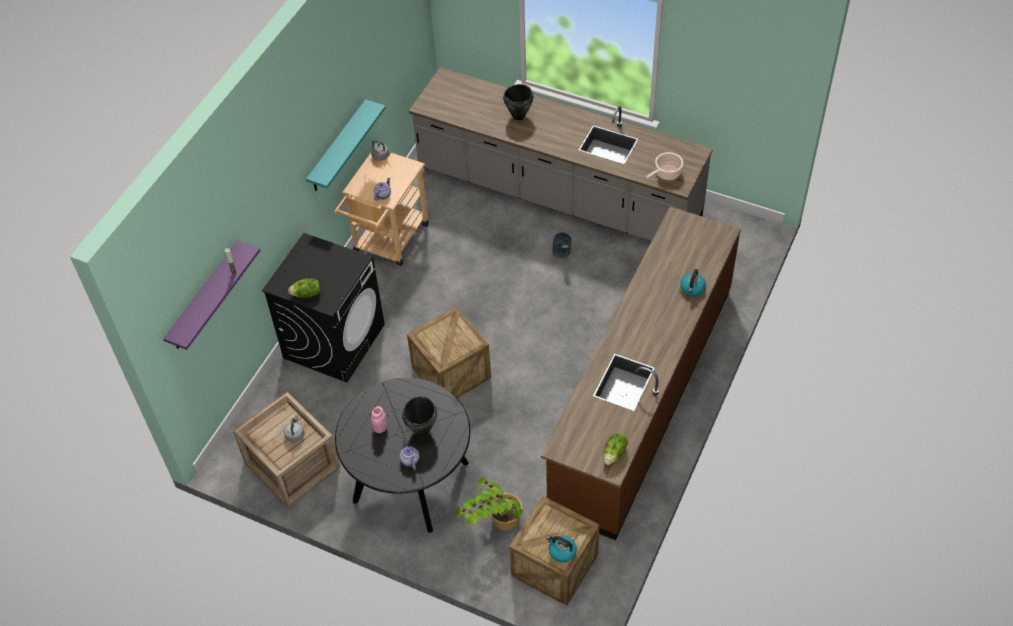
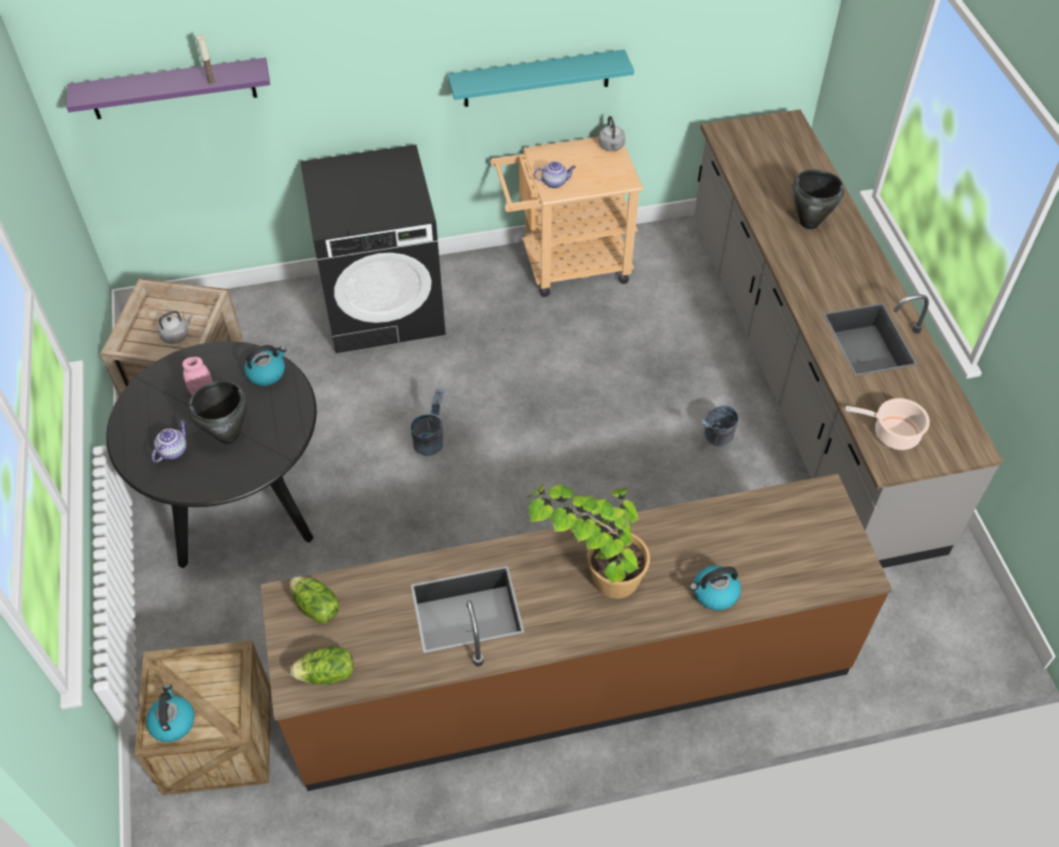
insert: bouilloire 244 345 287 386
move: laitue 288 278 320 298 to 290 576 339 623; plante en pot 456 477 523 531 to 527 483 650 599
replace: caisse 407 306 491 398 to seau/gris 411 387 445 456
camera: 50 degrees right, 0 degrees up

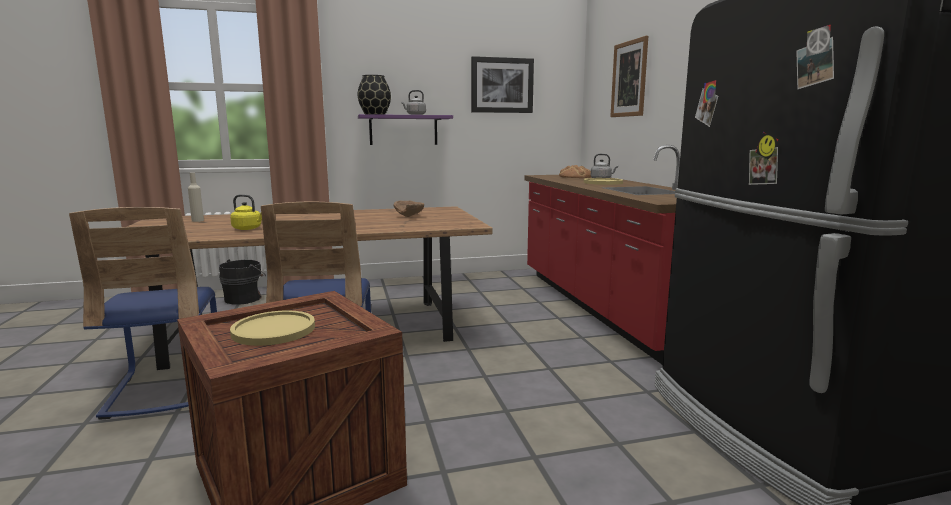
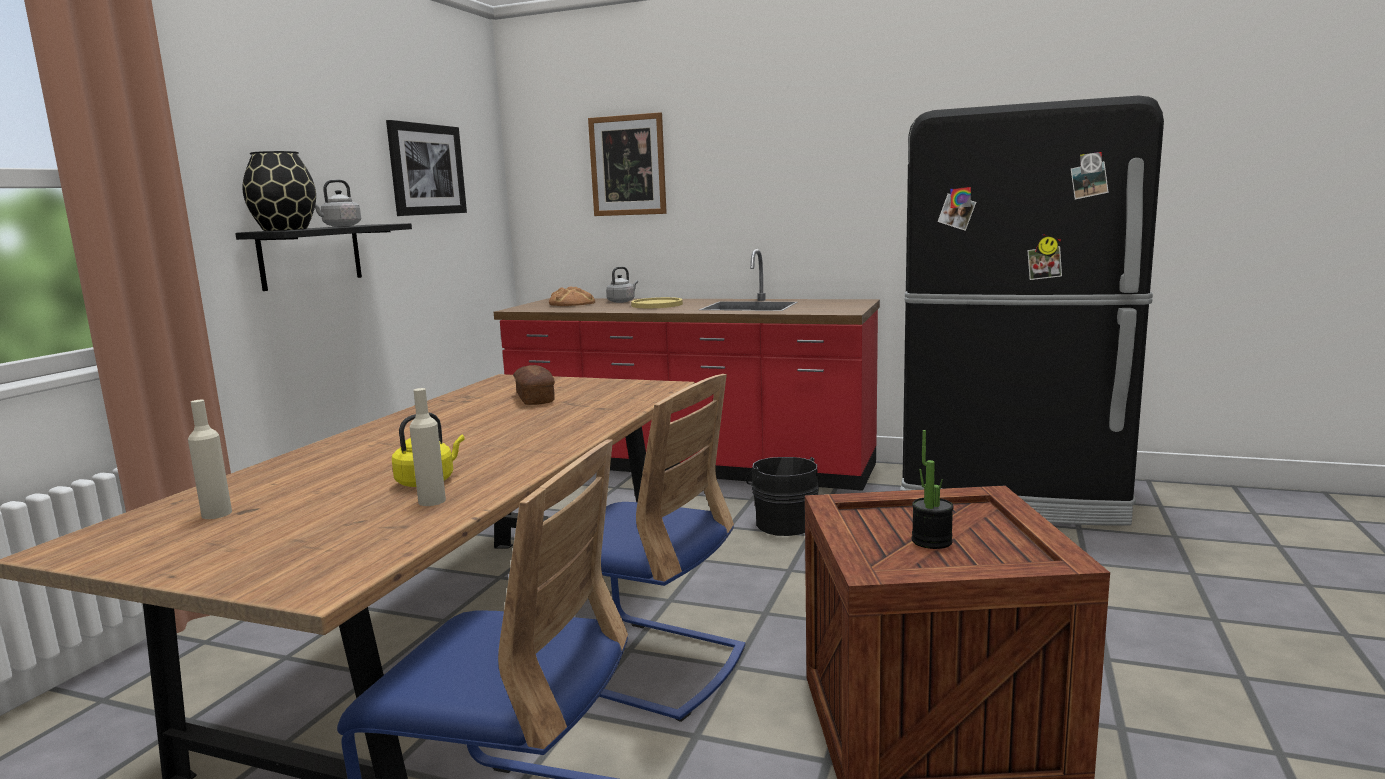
insert: bouteille/beige 410 388 446 506
move: seau/noir 219 259 266 305 to 746 457 819 536
replace: assiette/jaune 230 311 315 346 to plante en pot 912 430 954 549; bol/marron 394 201 424 217 to pain 513 365 555 405
recolor: étagère/violet 358 114 453 145 to étagère/noir 235 223 412 291
camera: 55 degrees left, 0 degrees up

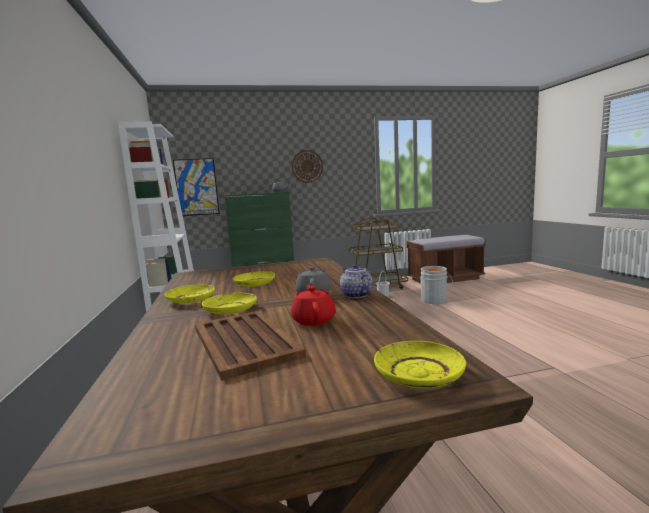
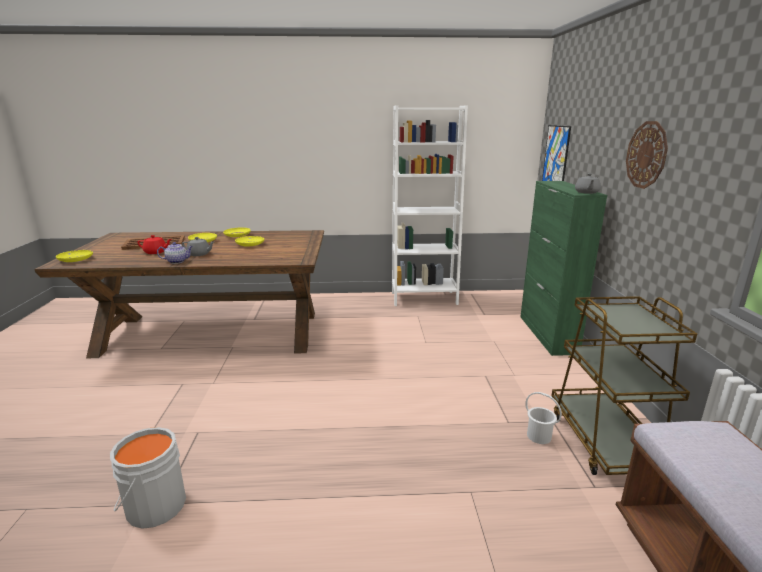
move: seau/gris 420 266 453 304 to 110 427 186 529
camera: 100 degrees right, 10 degrees up

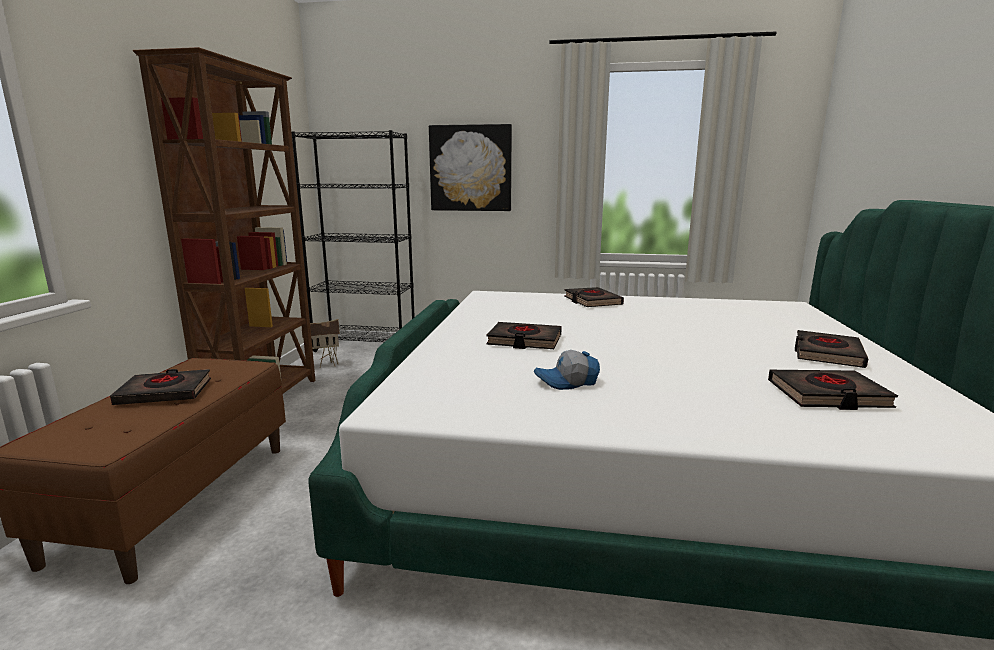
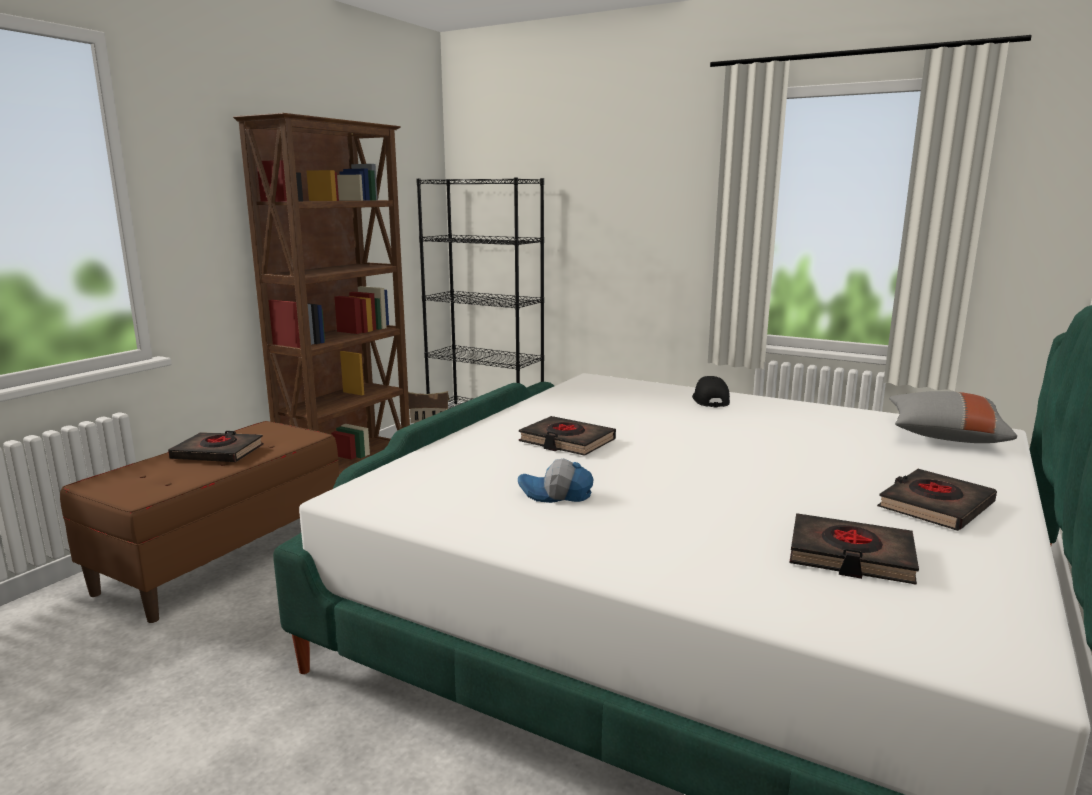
delete: tableau 429 124 512 211
insert: coussin/gris 889 391 1017 443
replace: livre/noir 564 287 624 307 to casquette/noir 692 376 730 408
camera: 20 degrees right, 0 degrees up

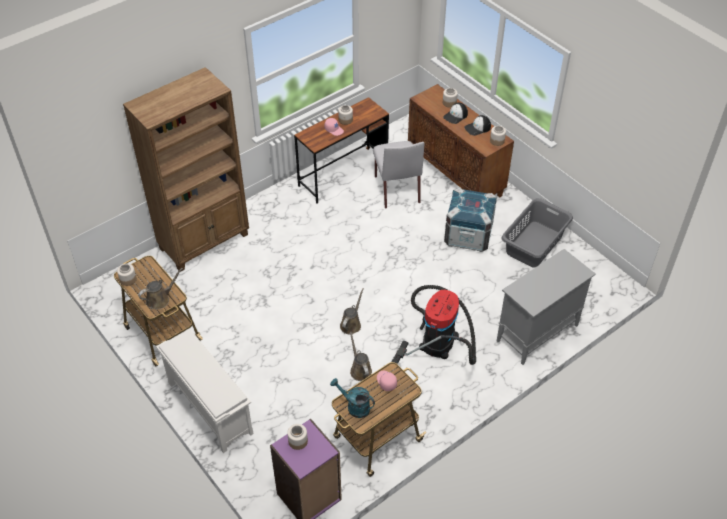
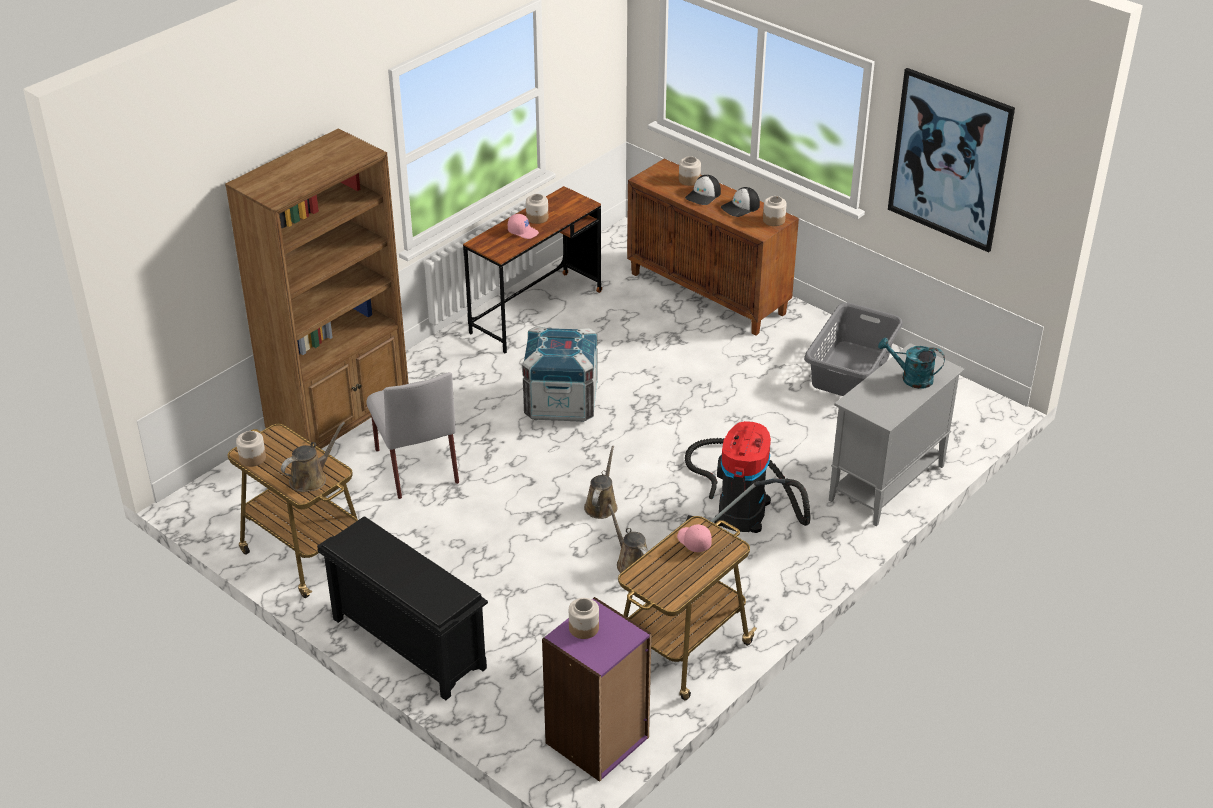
insert: tableau 888 68 1015 252
move: arrosoir/turquoise 330 378 375 418 to 878 337 945 389; chaise/gris 373 141 425 208 to 366 372 459 499; caisse 444 188 497 252 to 522 326 598 422
recolor: étagère à chaussures/blanc 156 329 254 453 to étagère à chaussures/noir 317 516 488 700
camera: 10 degrees left, 10 degrees down

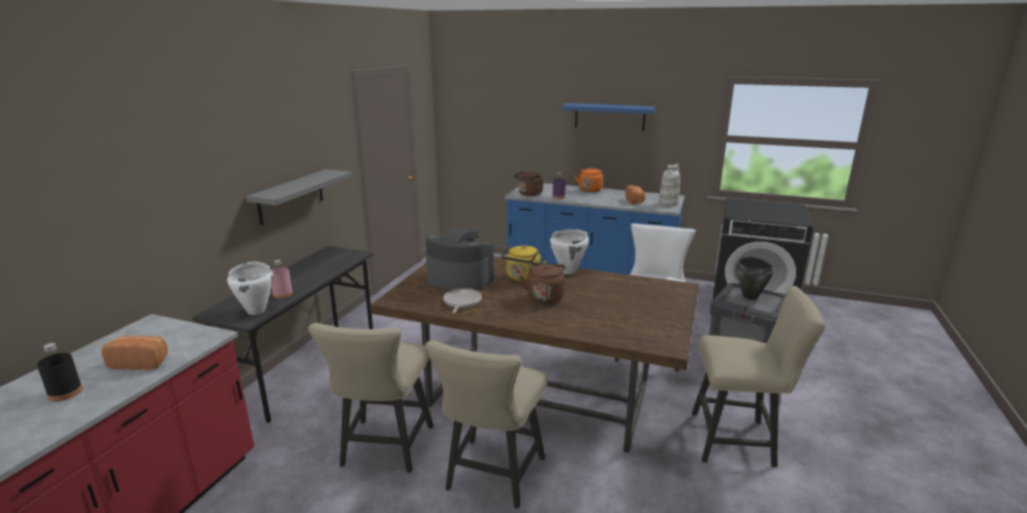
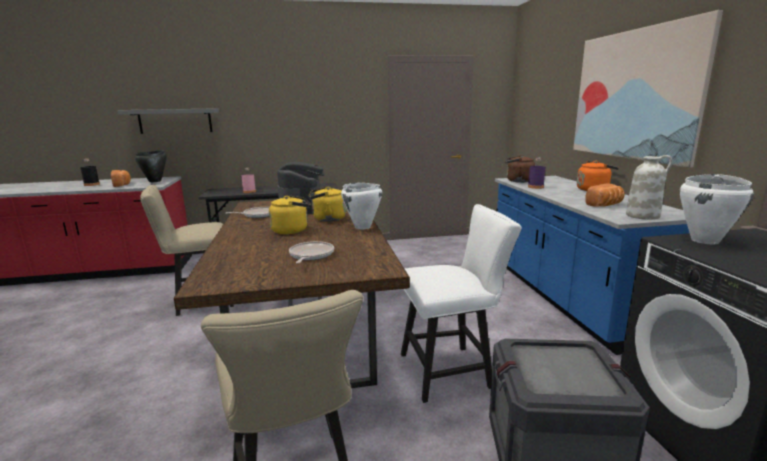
delete: chaise/beige 425 340 548 509
insert: poêle 289 241 334 264
move: marmite/blanc 227 262 273 315 to 680 174 754 244; étagère/gris 246 169 352 225 to 117 108 219 134; marmite/noir 736 257 774 300 to 135 150 167 182
replace: étagère/bleu 561 103 656 131 to tableau 573 10 723 168
recolor: bouilloire/marron 519 263 566 304 to bouilloire/jaune 269 195 311 234
camera: 60 degrees right, 5 degrees down

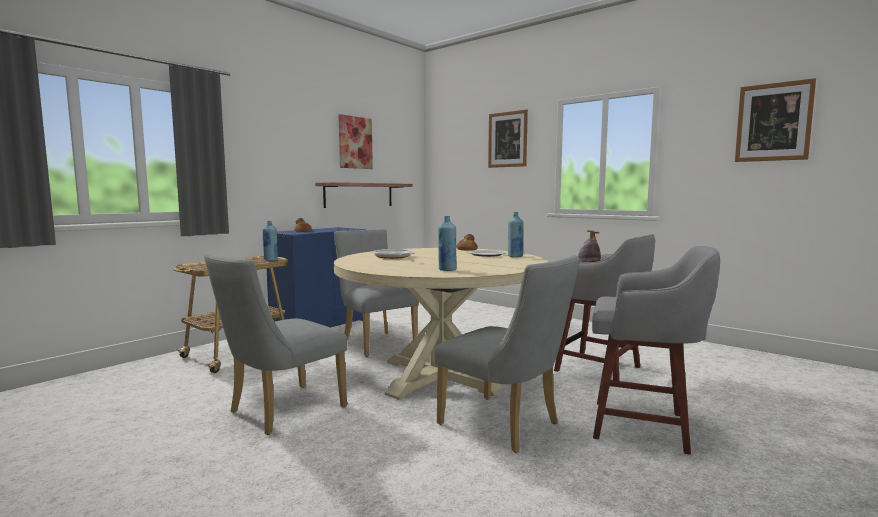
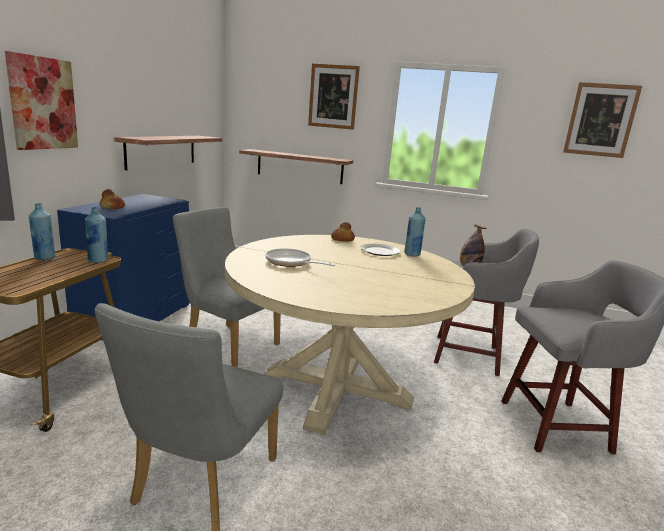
delete: chaise/gris 435 255 580 453
insert: étagère 239 149 353 184
move: tableau 339 114 373 169 to 5 51 78 150; bouteille/bleu 438 216 457 271 to 29 203 56 260
camera: 25 degrees left, 10 degrees up

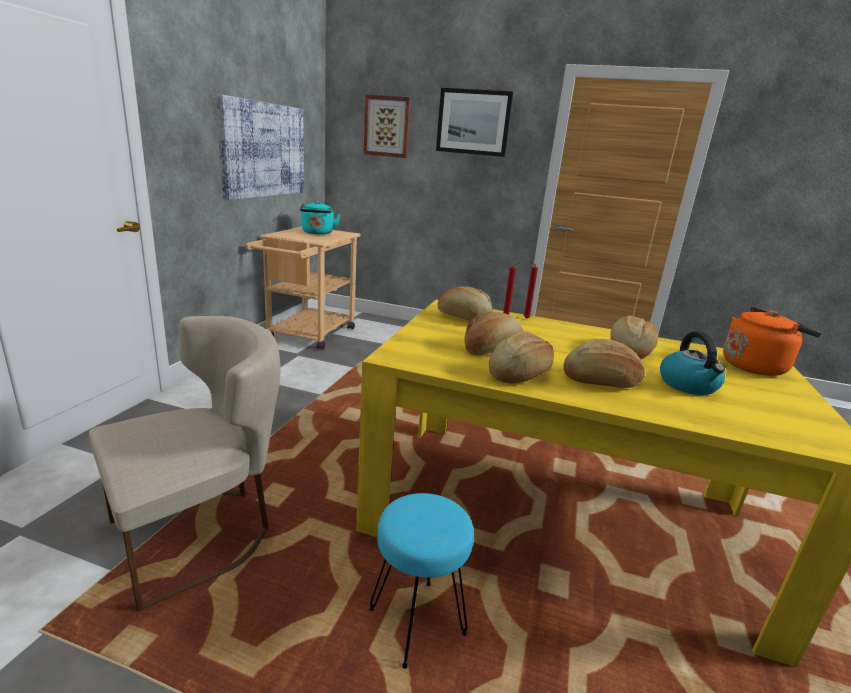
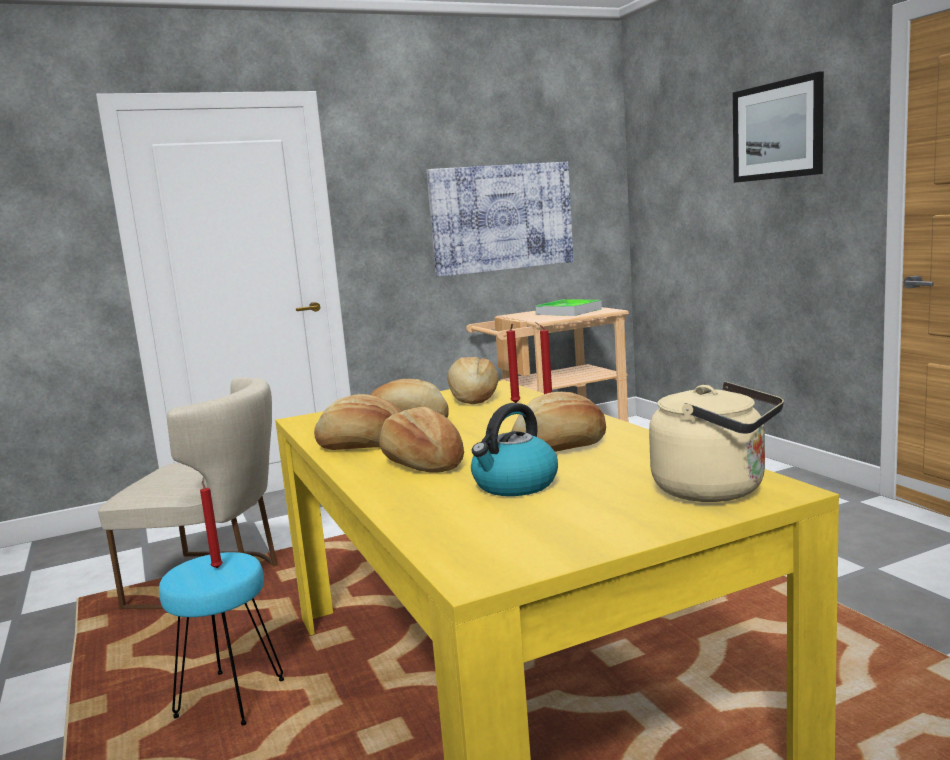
delete: tableau 364 95 411 158
insert: bougie/rouge 200 478 223 568
replace: bouilloire/turquoise 300 201 341 235 to plateau 535 299 602 316
recolor: bouilloire/orange 723 307 822 376 to bouilloire/beige 649 382 784 502
camera: 50 degrees right, 10 degrees down

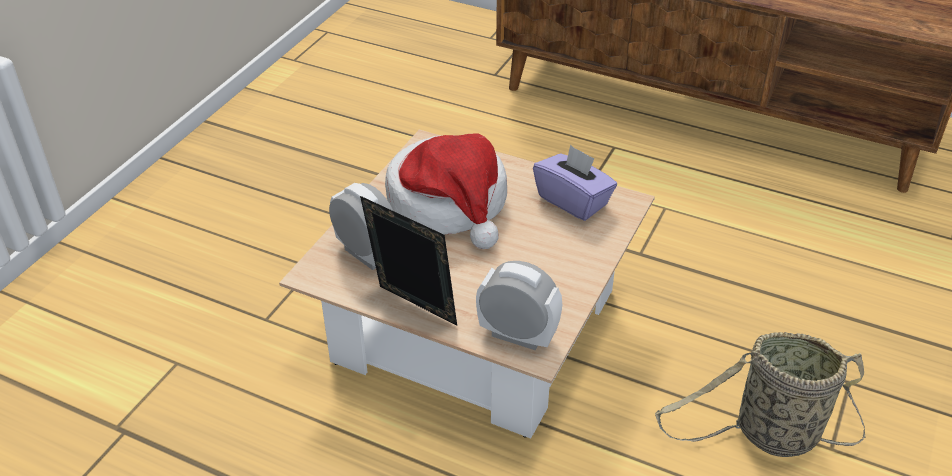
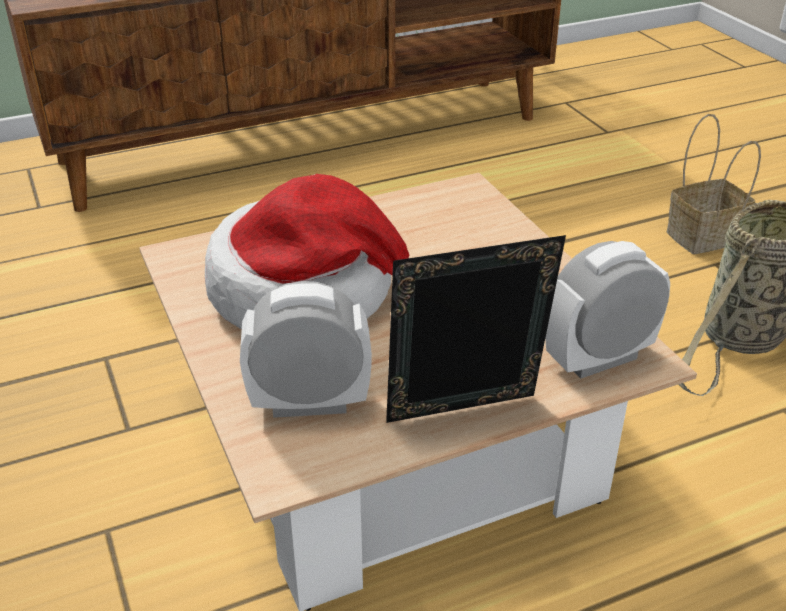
delete: boîte à mouchoirs/violet 533 144 617 221
insert: panier 667 114 761 254
camera: 50 degrees left, 5 degrees down

